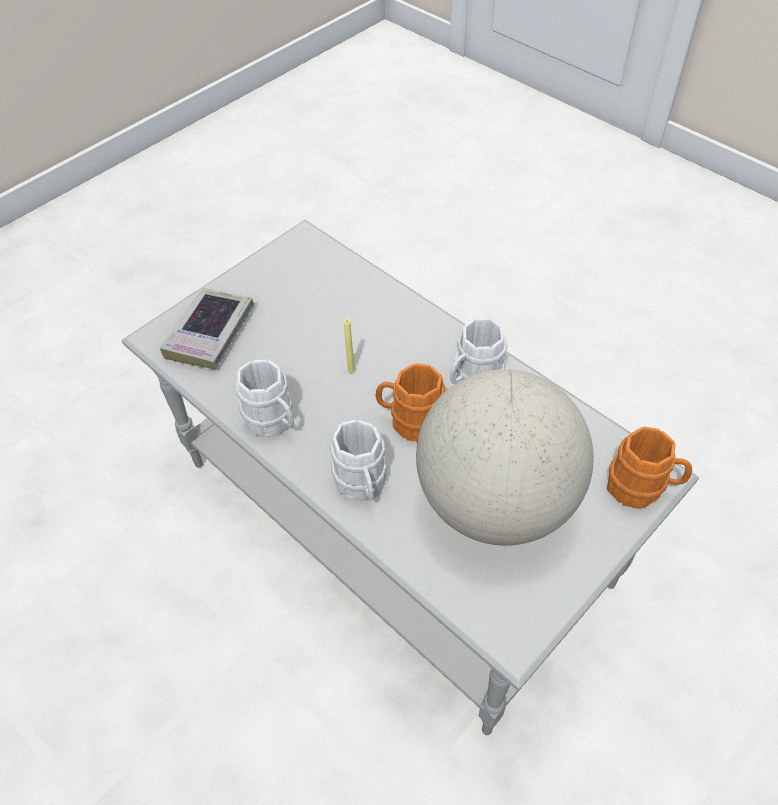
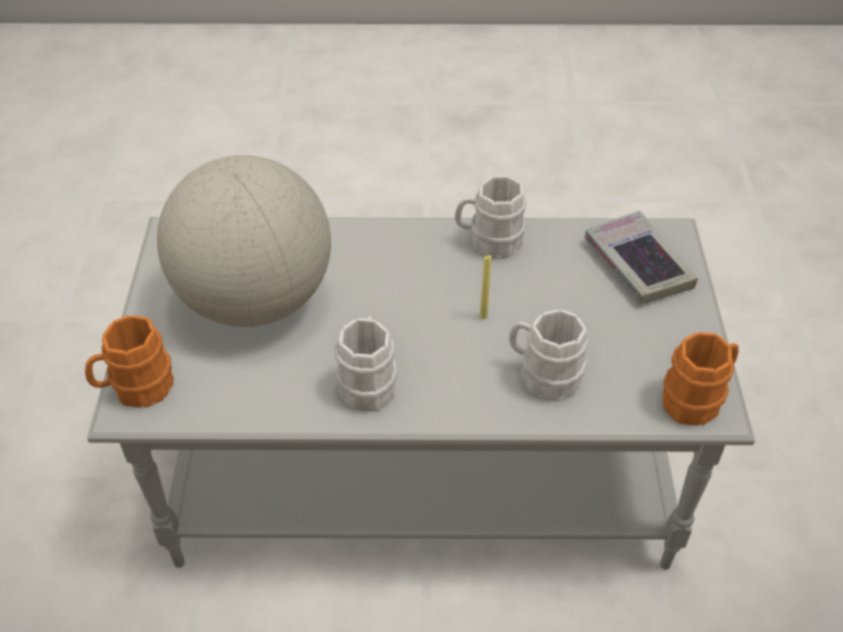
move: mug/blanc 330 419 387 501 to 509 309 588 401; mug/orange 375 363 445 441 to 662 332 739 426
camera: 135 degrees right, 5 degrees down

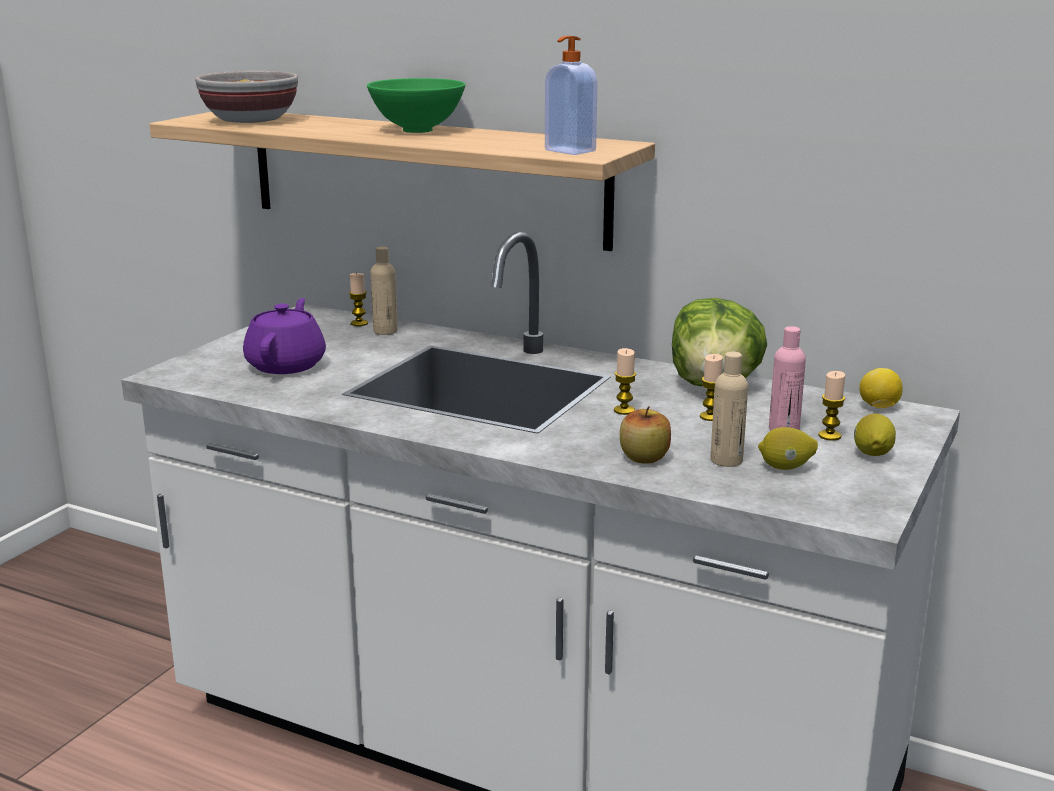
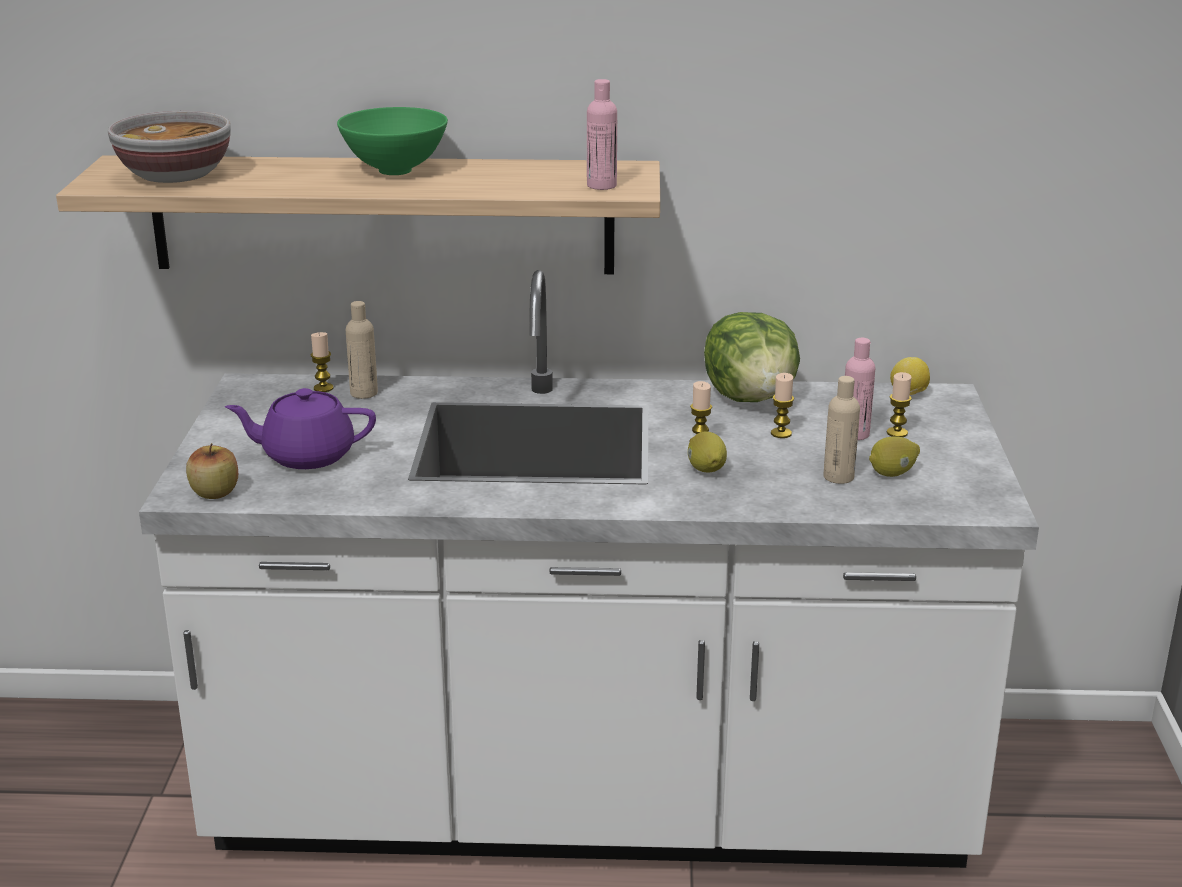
move: pomme 620 406 671 464 to 186 443 238 499; citron 854 414 896 456 to 688 431 727 472
replace: distributeur de savon 545 36 598 155 to bouteille/rose 587 79 617 190
rotate: théière/violet 243 298 326 374 = 225 388 376 469 75 degrees counterclockwise
camera: 25 degrees left, 5 degrees up

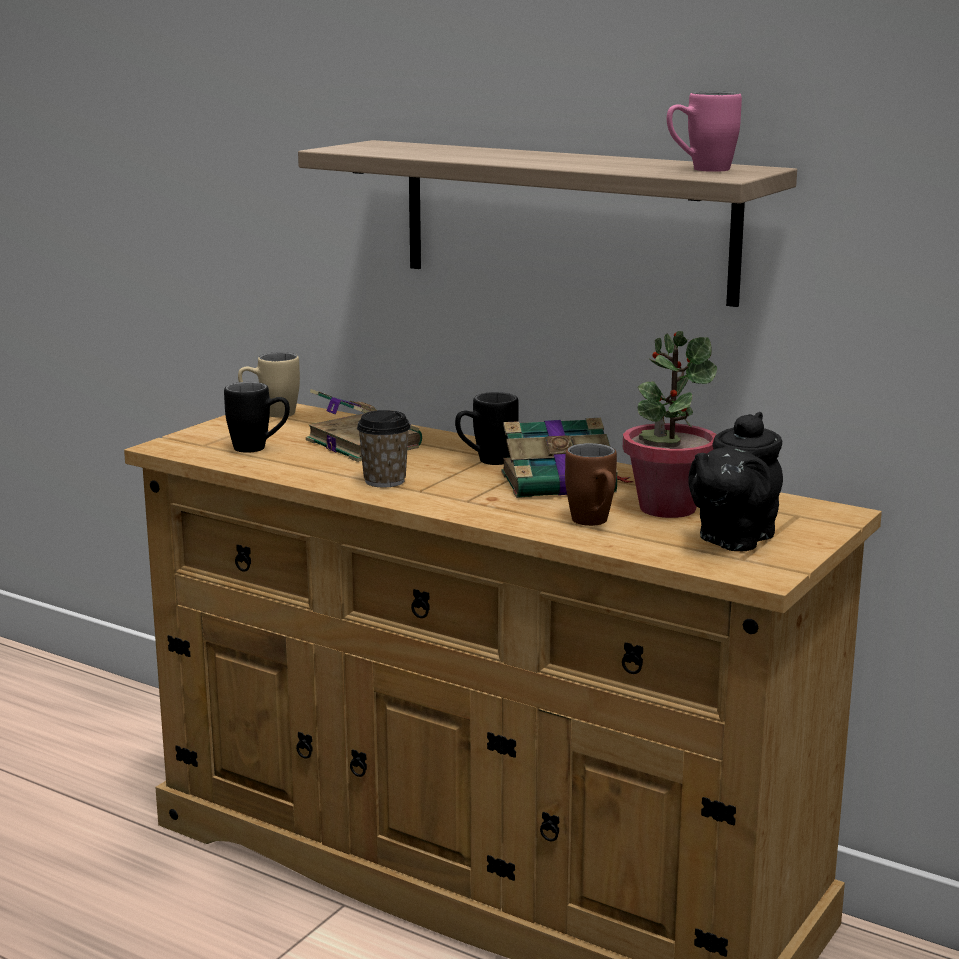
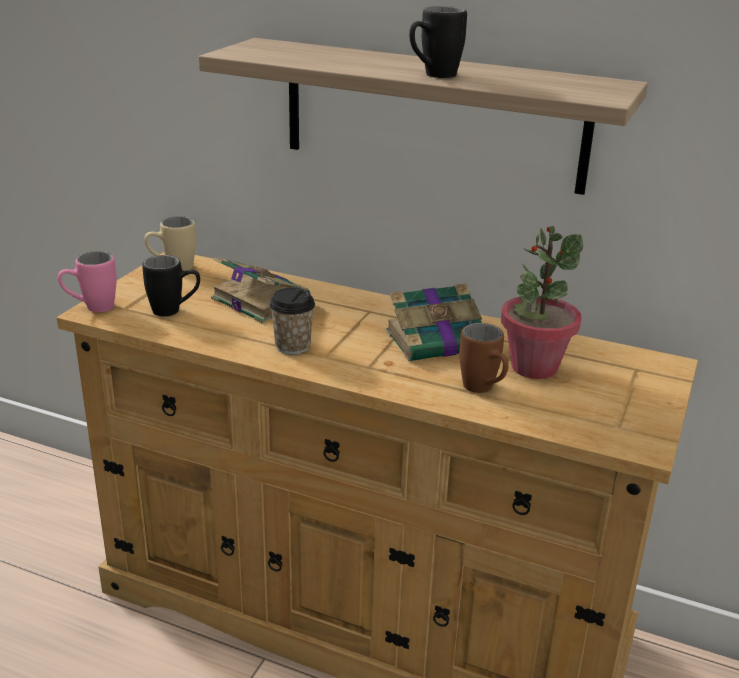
delete: théière/noir 688 412 783 551
move: mug/noir 455 392 519 465 to 409 6 467 78; mug/rose 667 92 742 172 to 58 251 117 312
camera: 10 degrees left, 10 degrees up

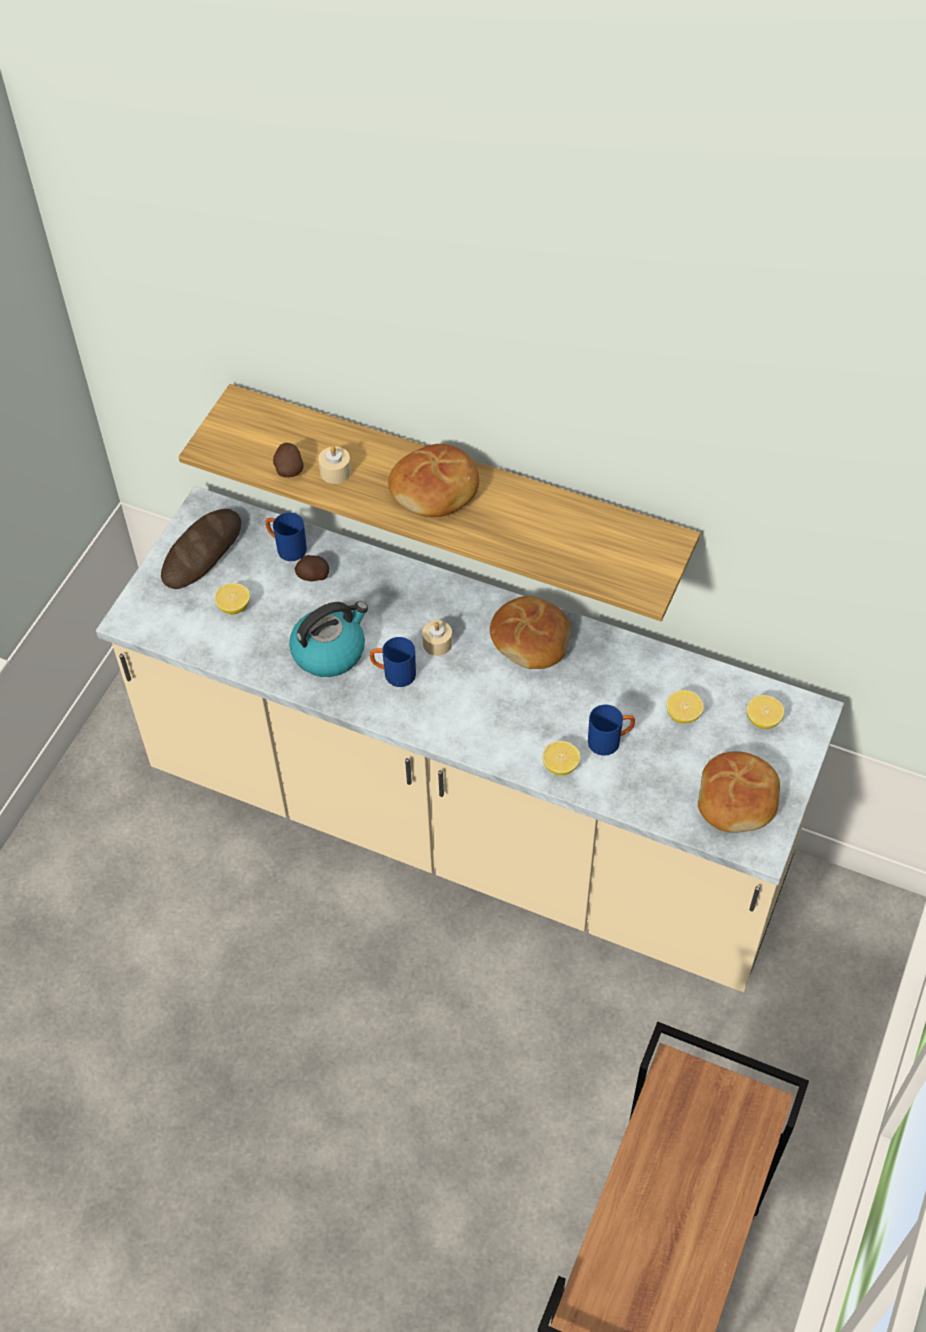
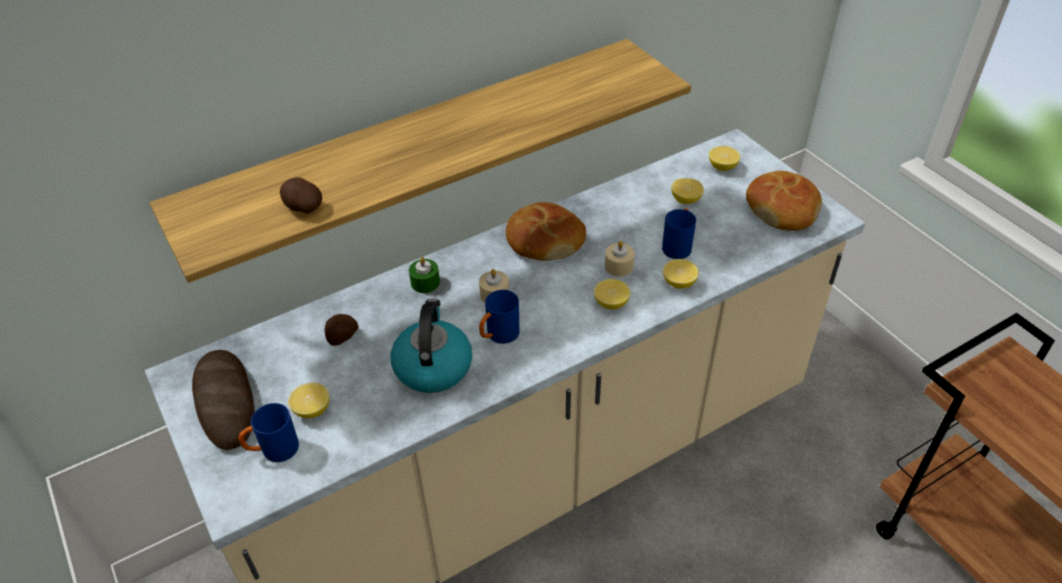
delete: pain 388 444 479 517
insert: bougie/vert 409 257 440 293; citron 594 279 631 309
move: mug/bleu 266 513 307 561 to 239 403 299 462; bougie/beige 318 446 351 484 to 605 241 635 277
camera: 55 degrees left, 10 degrees down

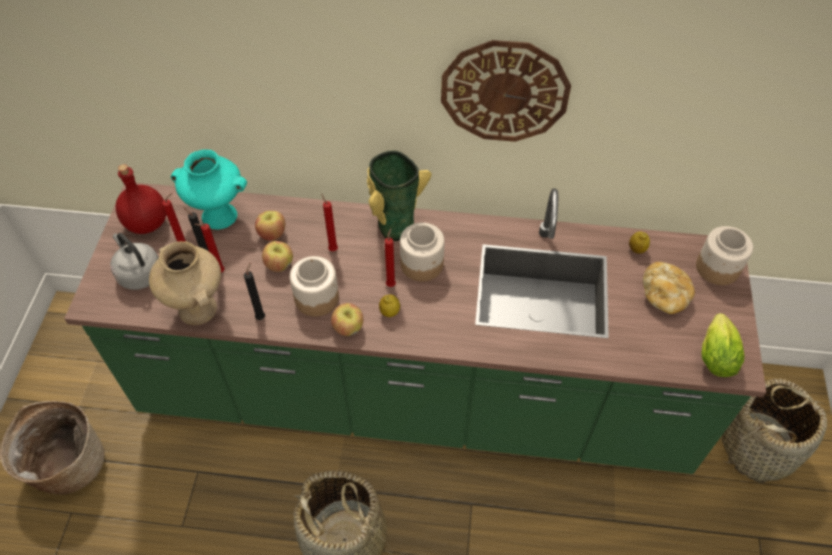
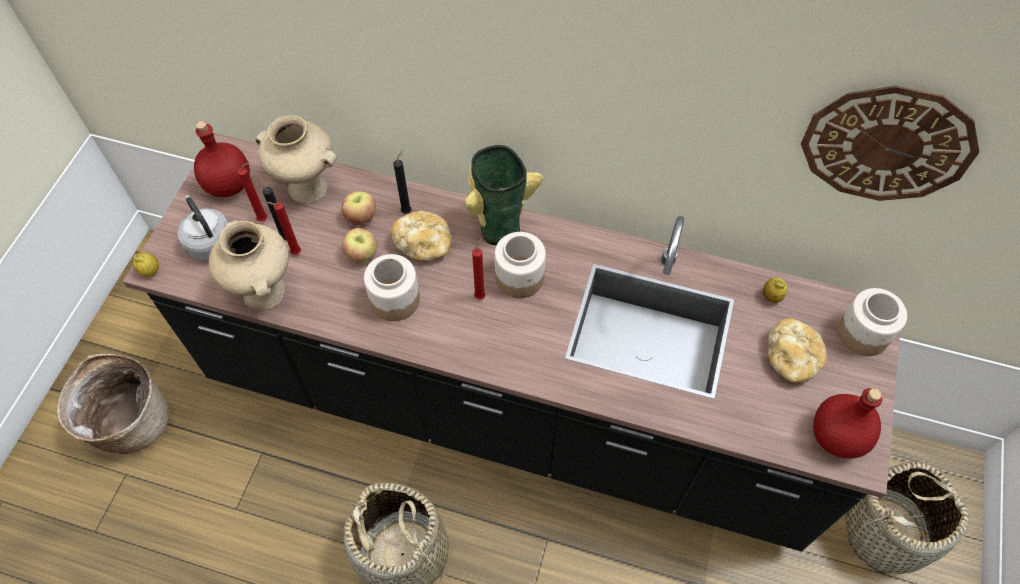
delete: pomme 331 303 363 336
move: bougie/noir 244 262 265 320 to 393 150 411 214; citron 379 295 400 317 to 132 252 159 277; horloge murale 441 40 571 142 to 801 85 979 201
replace: bougie/rouge 321 193 338 251 to pain 390 211 452 261; laitue 702 313 745 377 to bouteille/rouge 813 388 882 458
recolor: comptoir de cuisine/vert 64 183 766 474 to comptoir de cuisine/noir 123 133 900 551; vase/turquoise 171 150 247 230 to vase/beige 255 115 337 203
camera: 10 degrees right, 5 degrees up

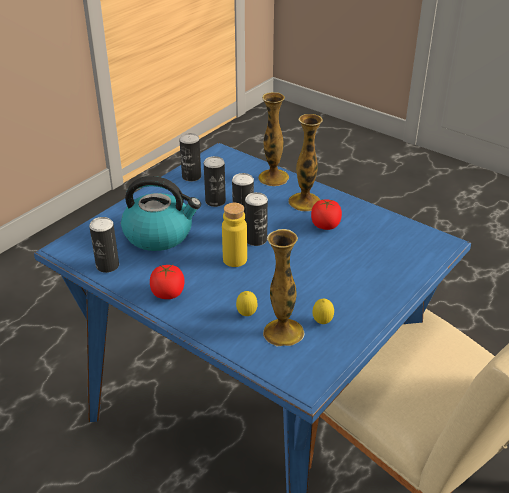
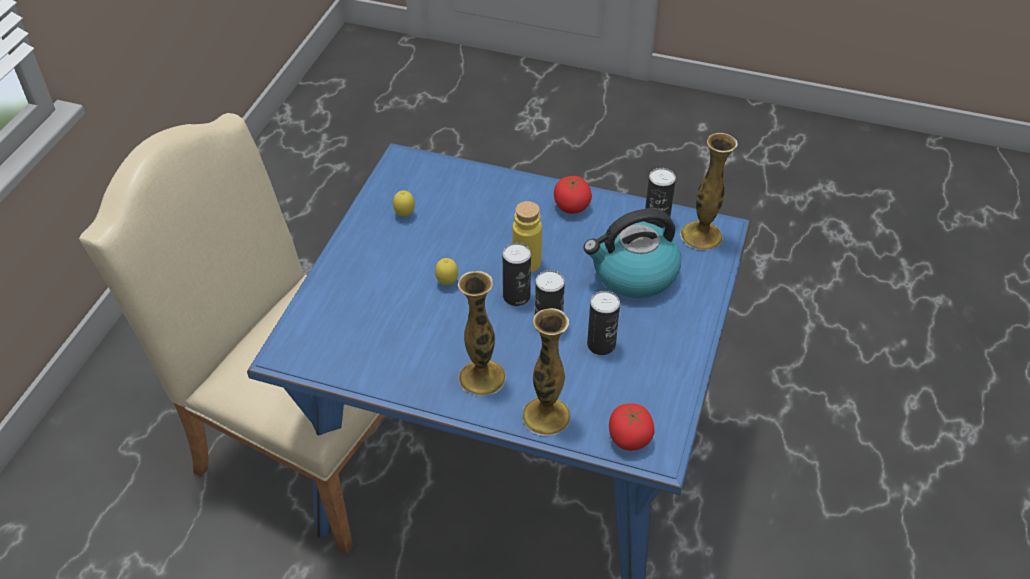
delete: boîte métallique 179 133 201 181
move: citron 236 291 258 316 to 435 258 458 285; vase 263 229 305 346 to 680 133 738 250; tomate 311 199 342 230 to 609 403 654 451
camera: 160 degrees right, 10 degrees up

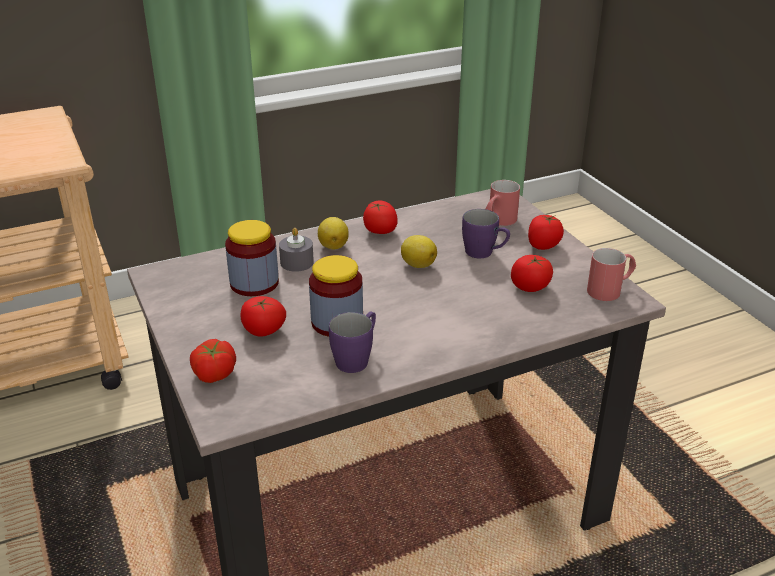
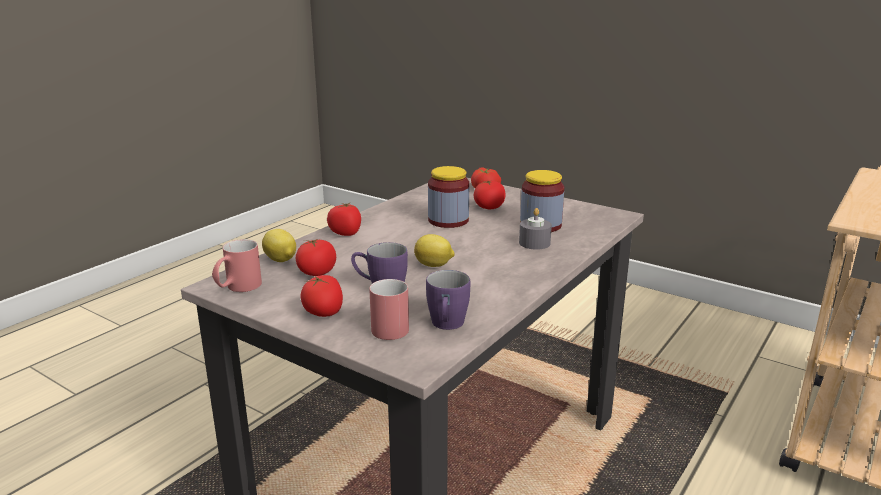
move: citron 318 217 349 249 to 262 229 296 262; mug/violet 329 311 376 373 to 426 270 470 330; tomate 363 200 398 234 to 327 202 361 236
camera: 150 degrees right, 10 degrees down

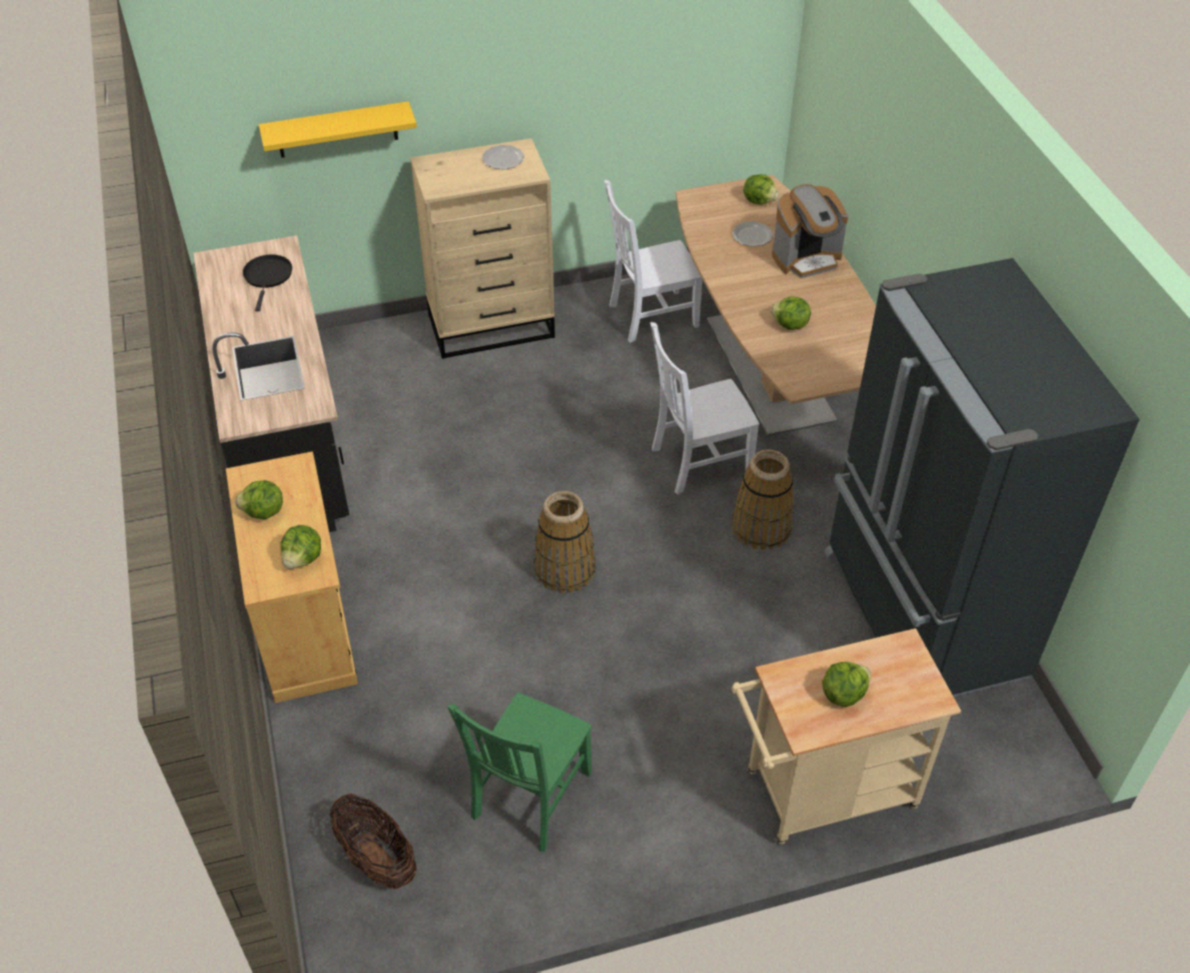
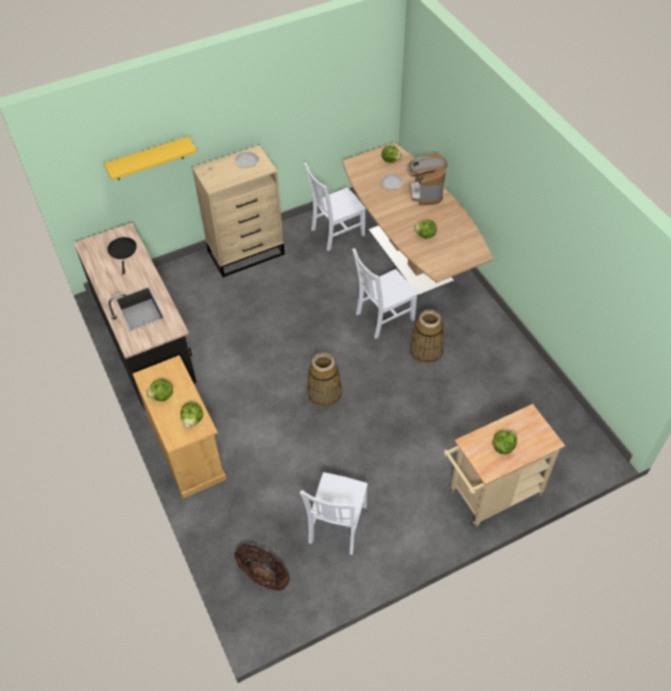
delete: réfrigérateur/noir 824 258 1140 697
recolor: chaise/vert 447 692 592 852 to chaise/blanc 300 472 368 555
rotate: machine à café 772 184 848 278 = 407 153 447 205 120 degrees clockwise
camera: 10 degrees left, 5 degrees up

